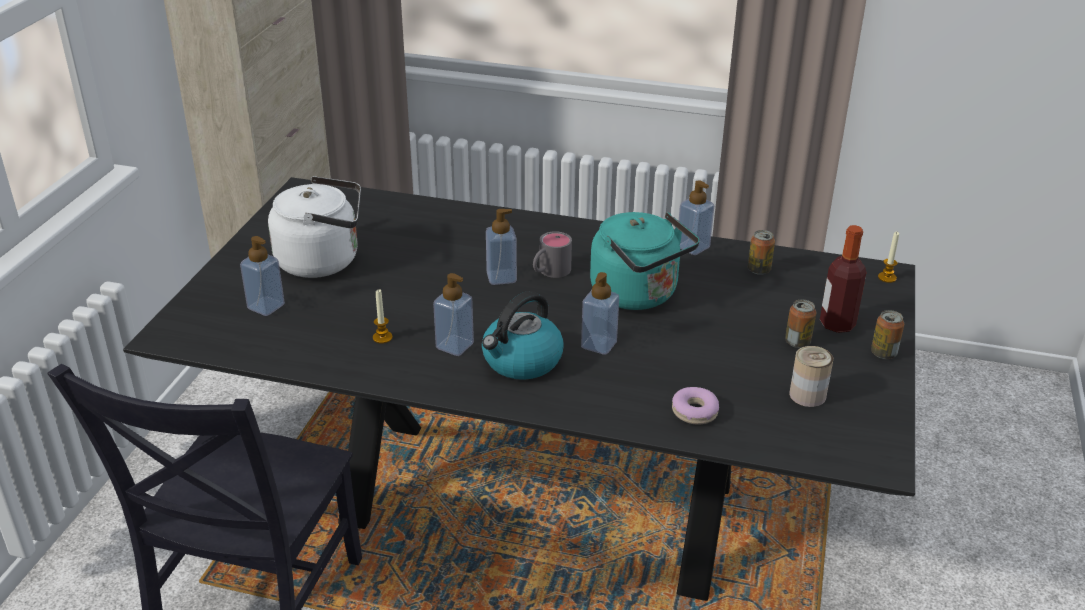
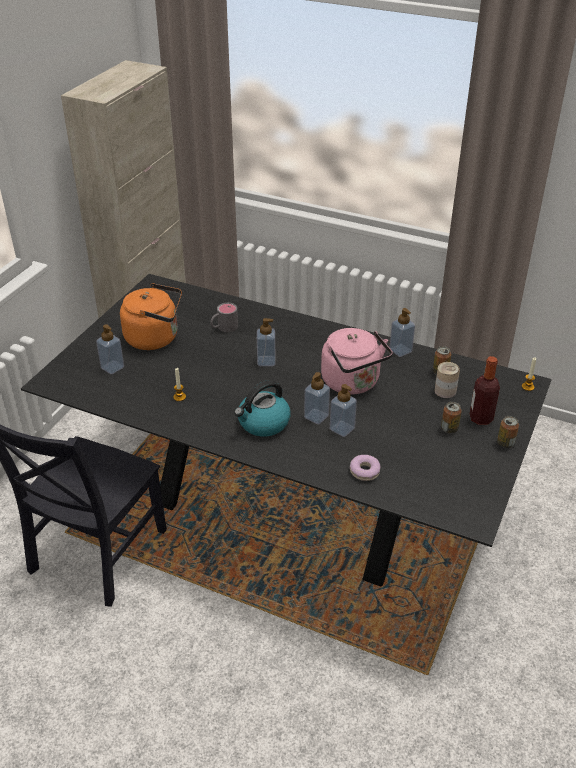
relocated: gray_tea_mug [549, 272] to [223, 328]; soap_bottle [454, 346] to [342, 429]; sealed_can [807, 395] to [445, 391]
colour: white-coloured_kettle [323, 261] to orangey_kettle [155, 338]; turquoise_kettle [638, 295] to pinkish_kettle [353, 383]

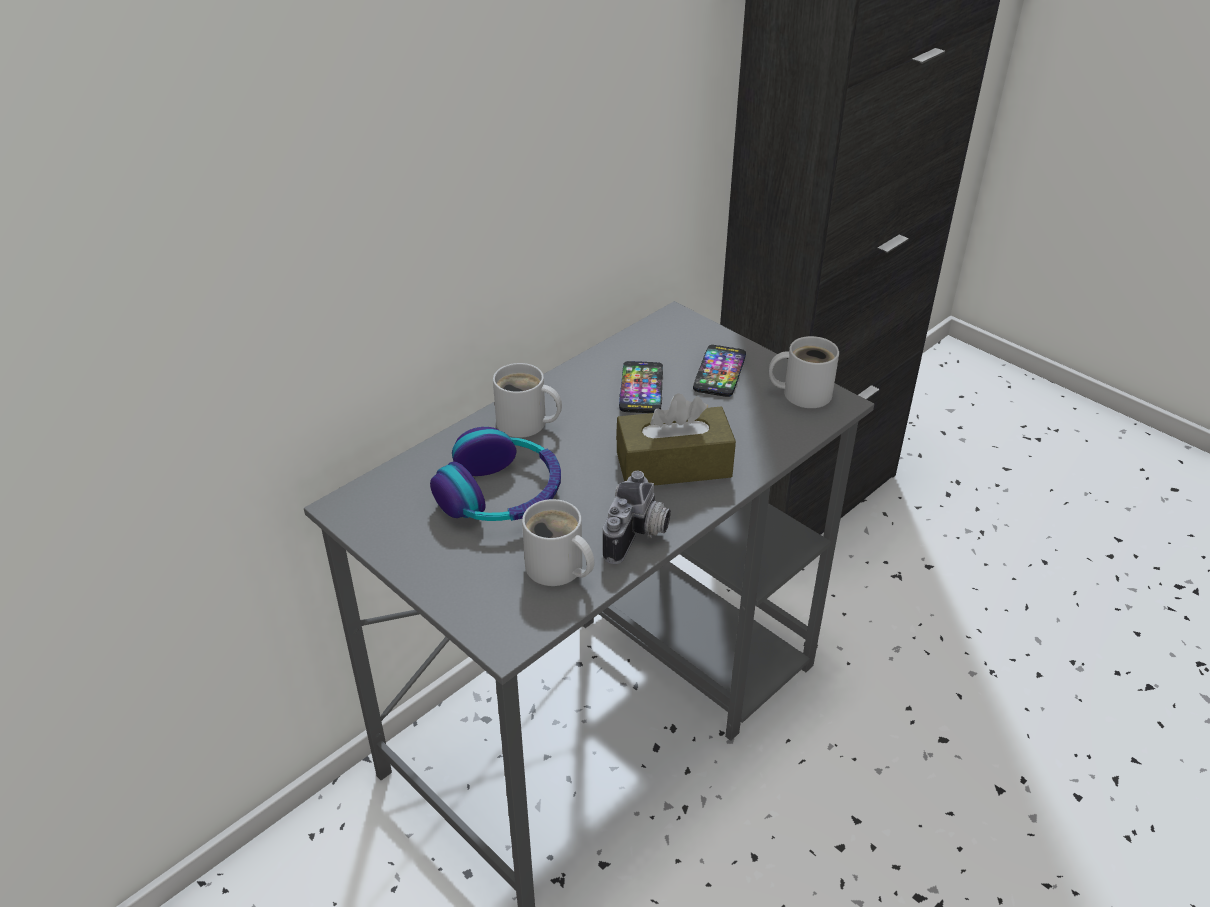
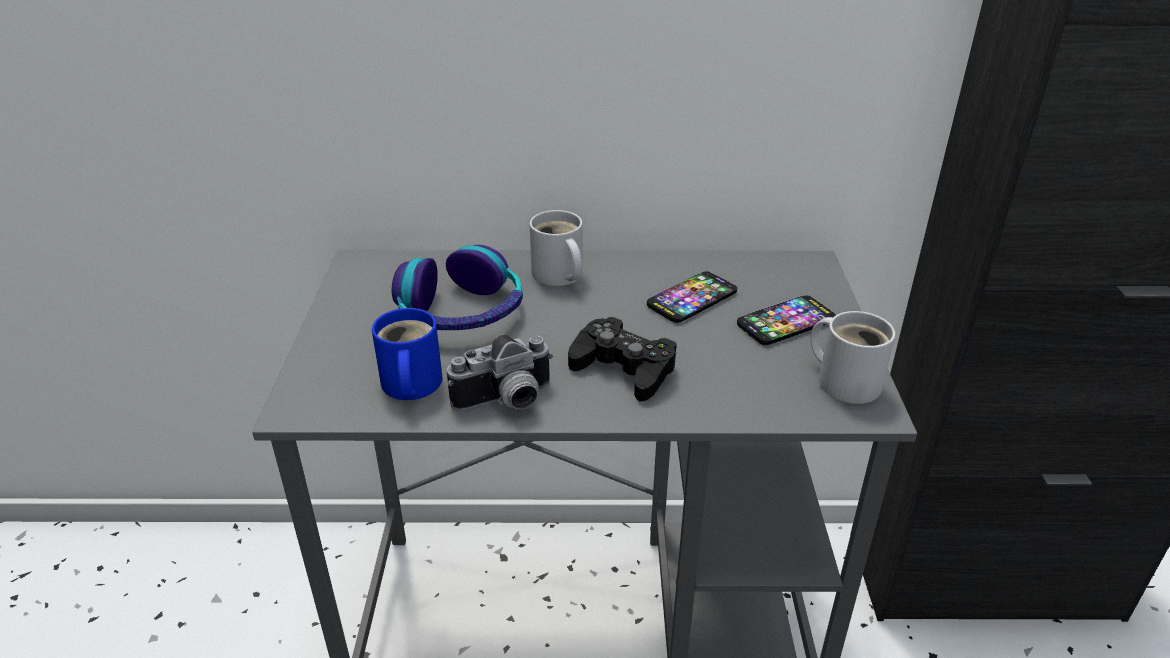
exchanged: brownish_tissue_box [673, 465] to black_game_controller [623, 368]
colour: white-coloured_tea_mug [557, 570] to blue-coloured_tea_mug [409, 385]

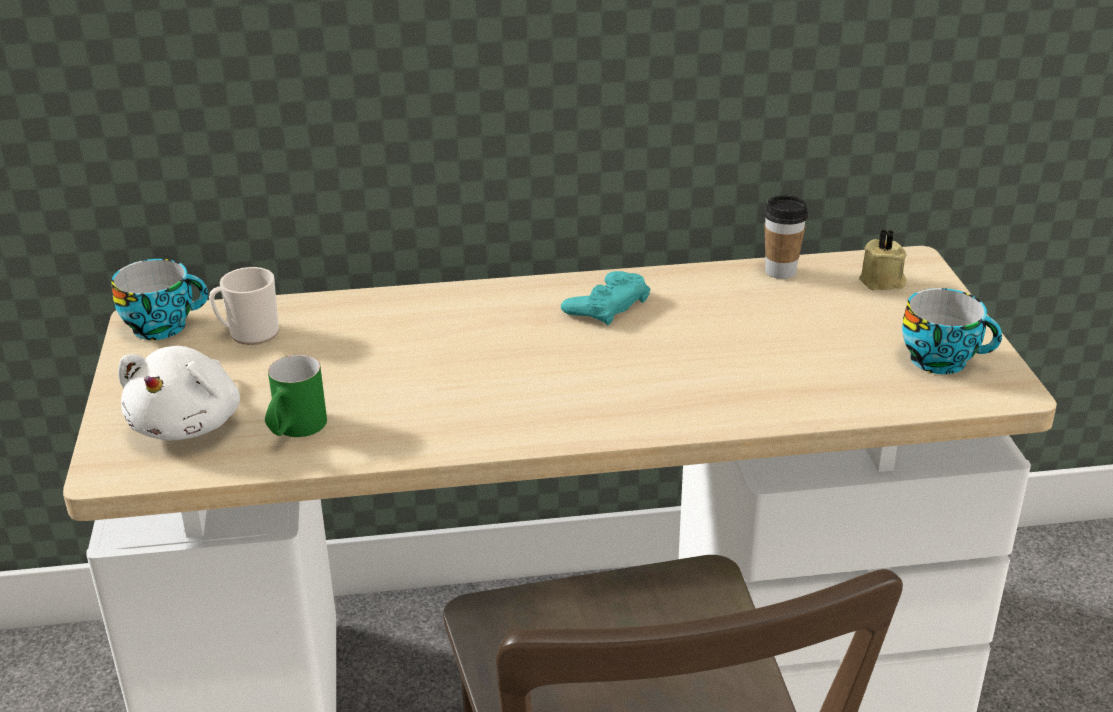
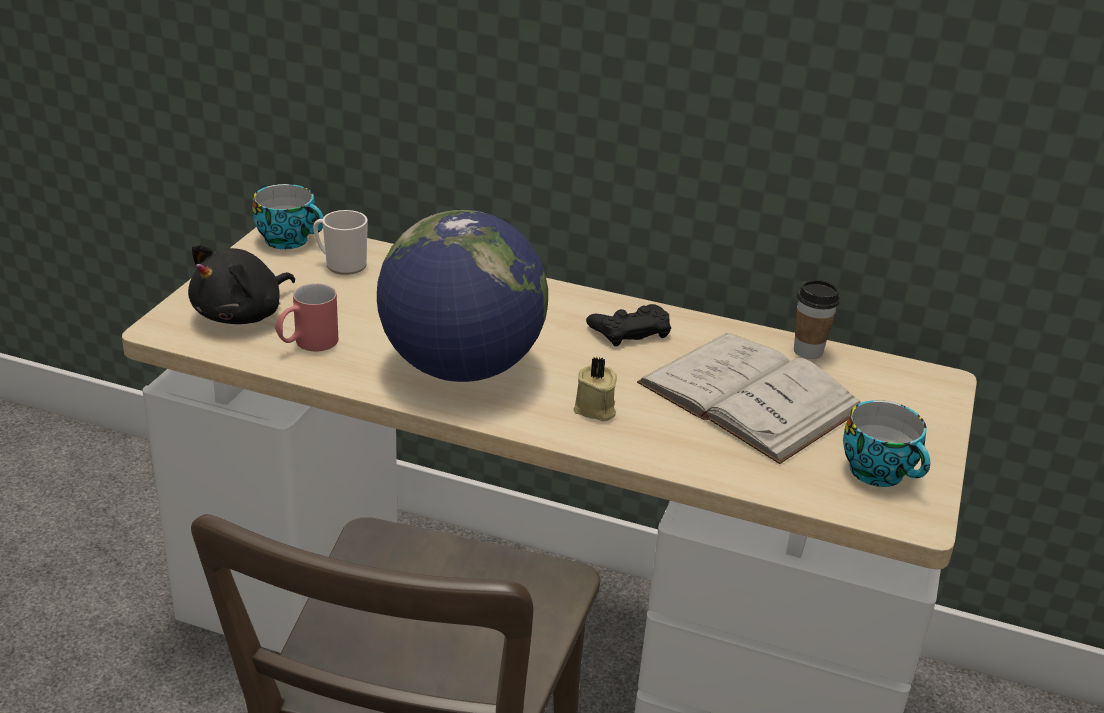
appeared: desk_globe [461, 368]; white-coloured_volume [750, 396]
relocated: beige_wax_light [882, 282] to [595, 409]
colour: turquoise_game_controller [607, 305] to black_game_controller [630, 330]; white-coloured_soft_toy [189, 424] to black_soft_toy [242, 314]; green-coloured_tea_mug [294, 430] to red_tea_mug [307, 344]

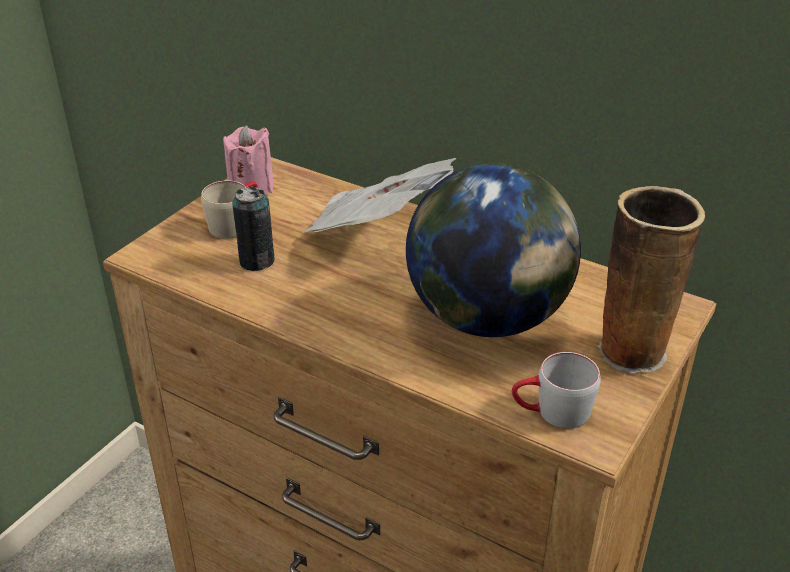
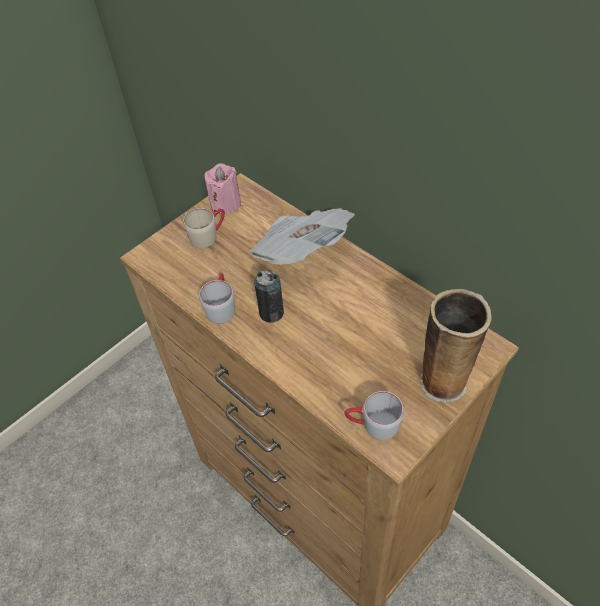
missing: desk_globe [488, 318]
appeared: gray_tea_mug [221, 306]
relocated: sealed_can [257, 261] to [271, 313]

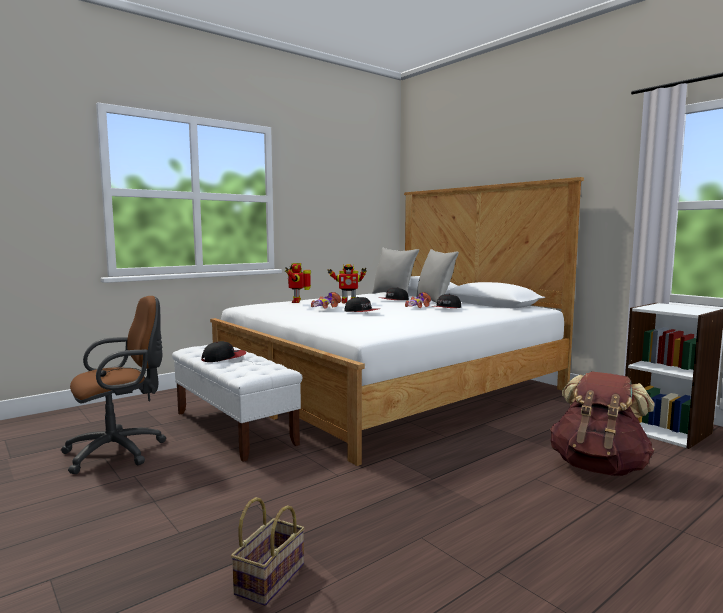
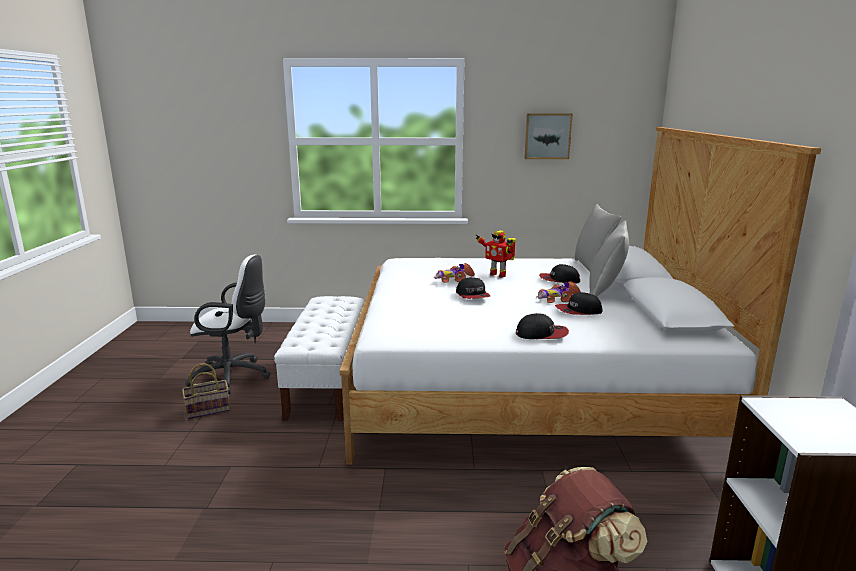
missing: robot_figure [297, 302]
appeared: picture [547, 136]
relocated: cap [224, 358] to [542, 334]; basket [270, 577] to [209, 409]
colour: brownish_desk_chair [120, 451] to white-coloured_desk_chair [234, 376]

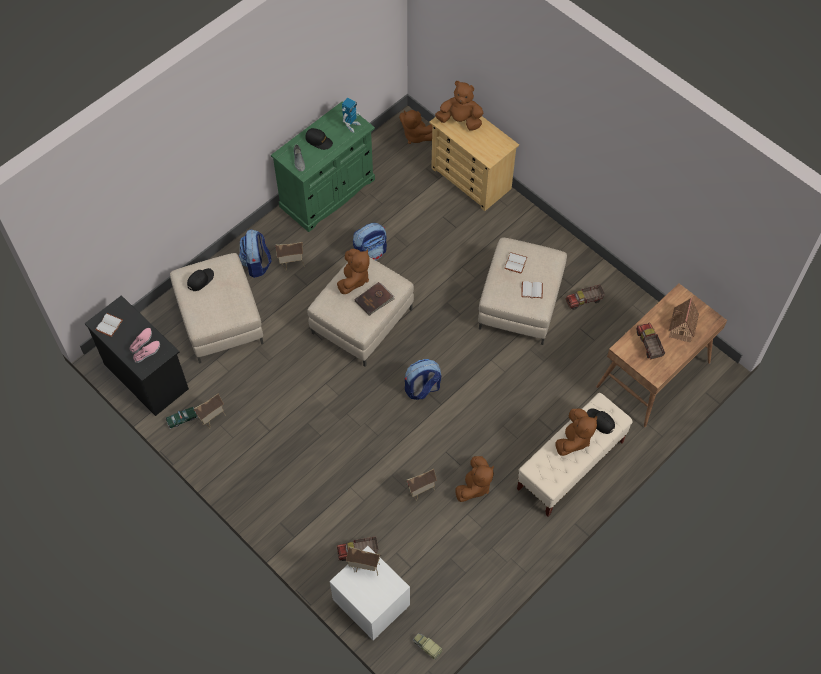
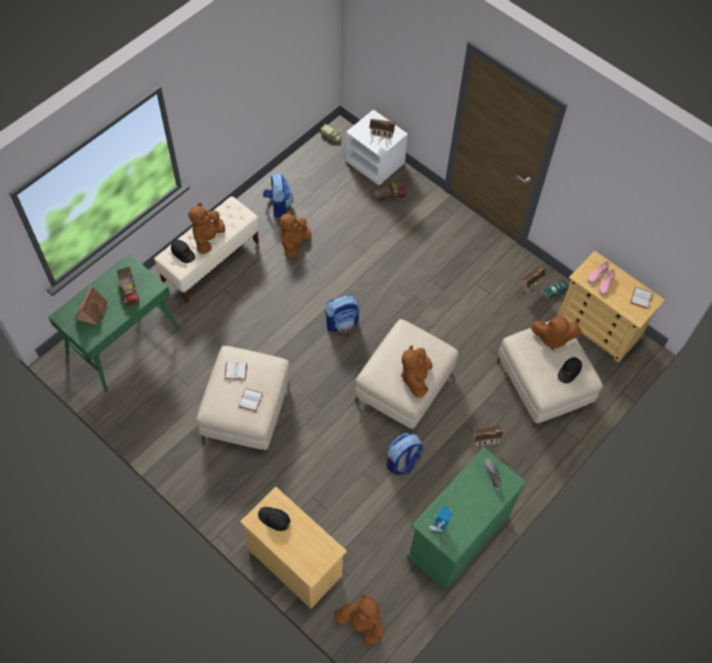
missing: brownish_volume [374, 300]; toy_lorry [584, 301]; toy_house [421, 492]
relocated: brownish_soft_toy [460, 121] to [552, 338]; black_cap [319, 141] to [274, 519]; rucksack [256, 264] to [278, 205]
colour: brownish_desk_unit [653, 375] to green-coloured_desk_unit [124, 341]; black_chest_of_drawers [146, 376] to beige_chest_of_drawers [599, 327]

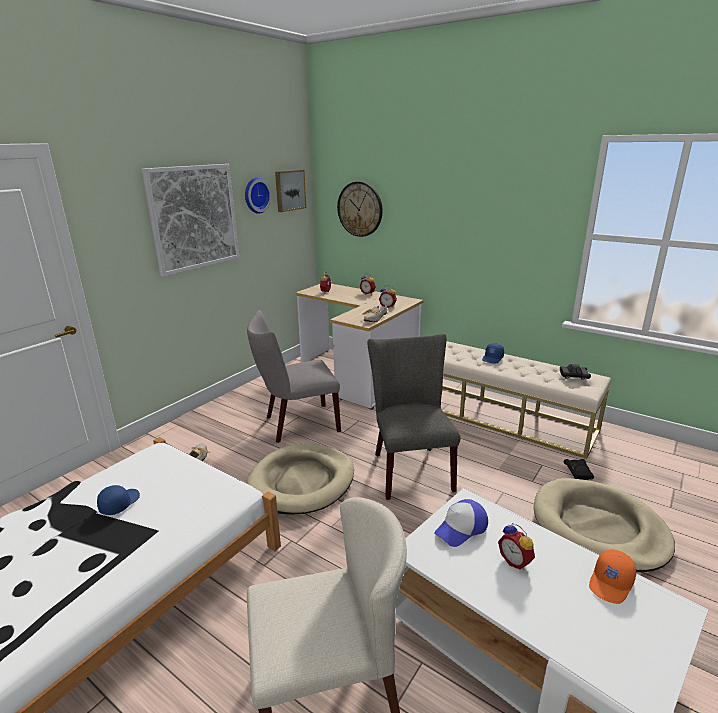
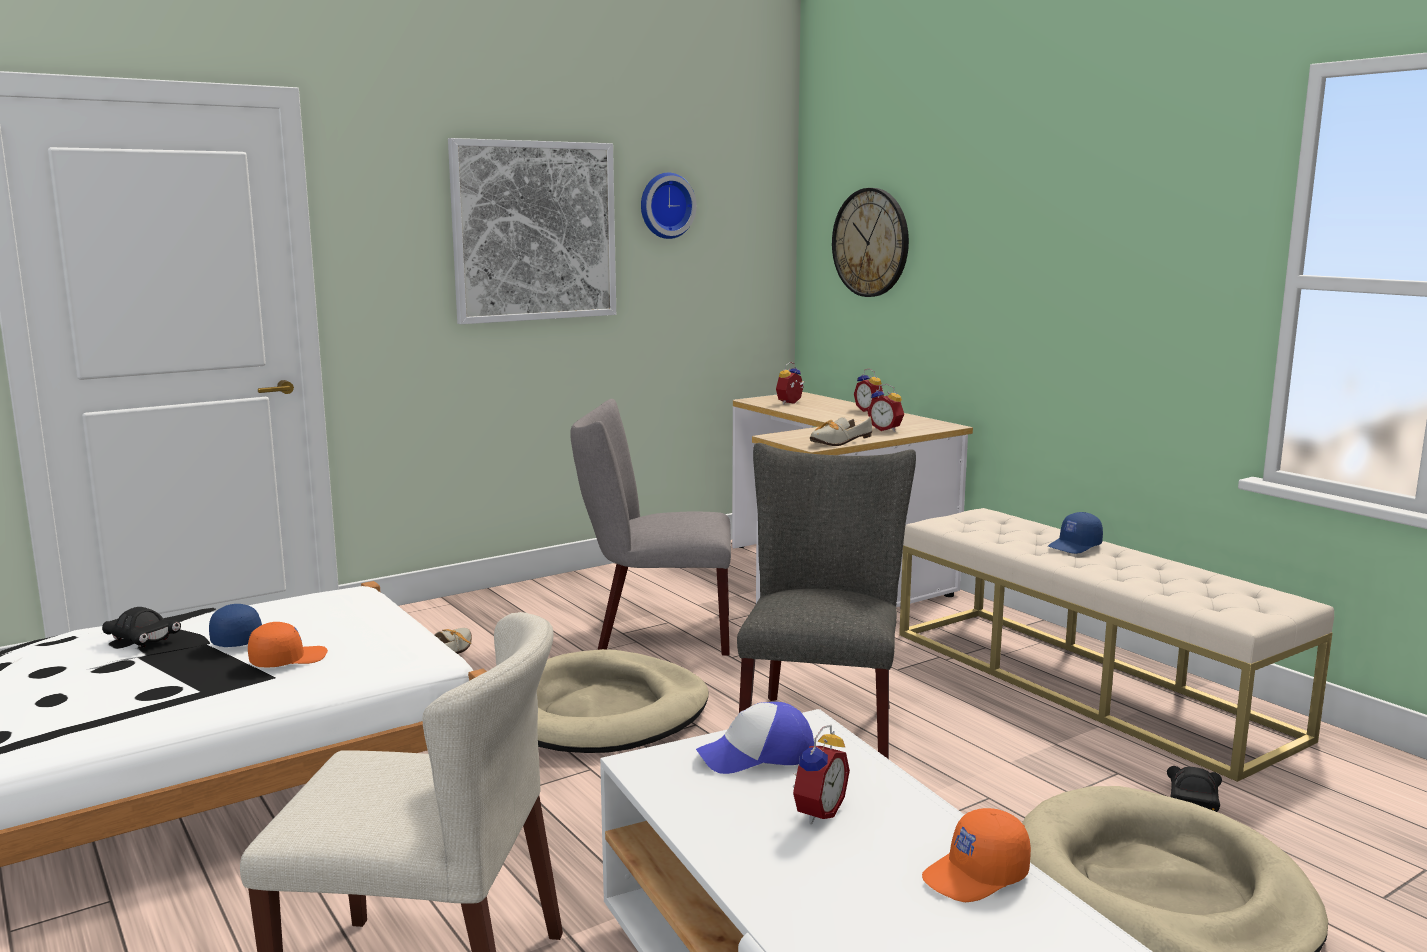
missing: picture [289, 190]
appeared: orangey_cap [288, 659]
relocated: black_model_car [573, 377] to [142, 640]
spun: bedside_clock [516, 561] = [816, 812] 135 degrees counterclockwise

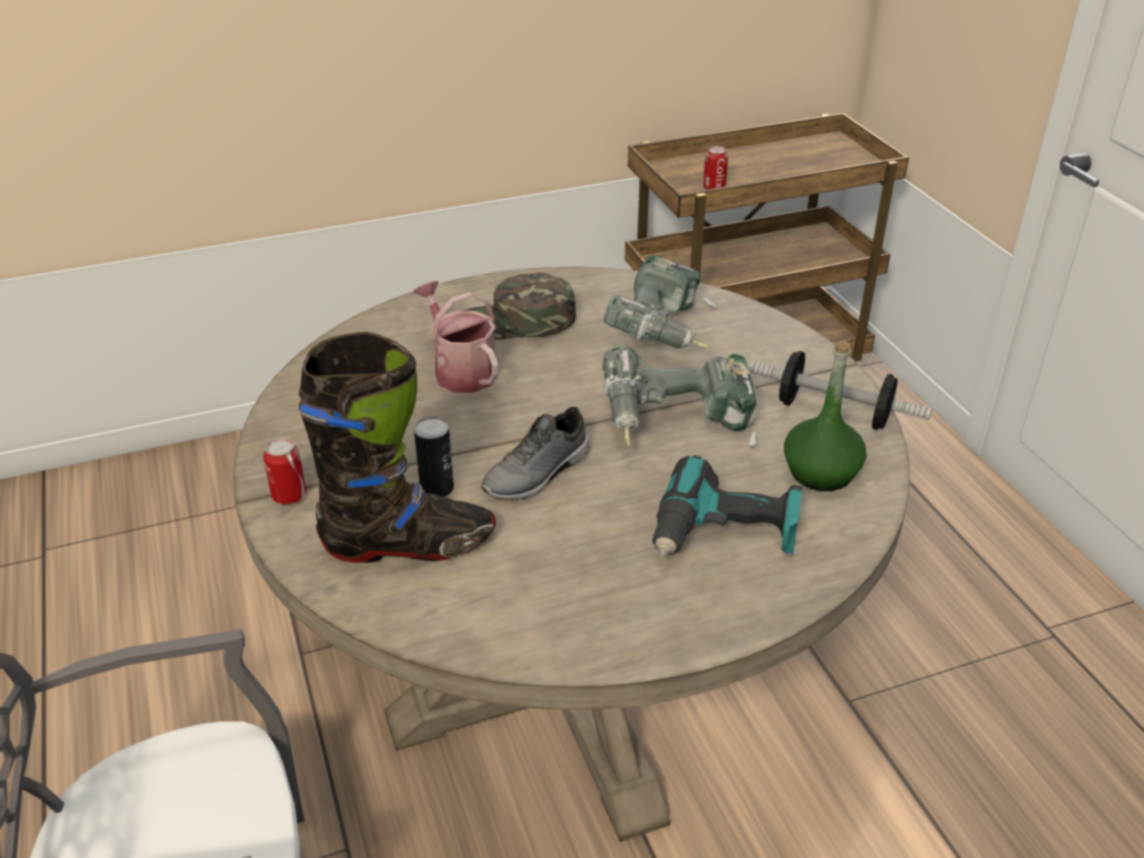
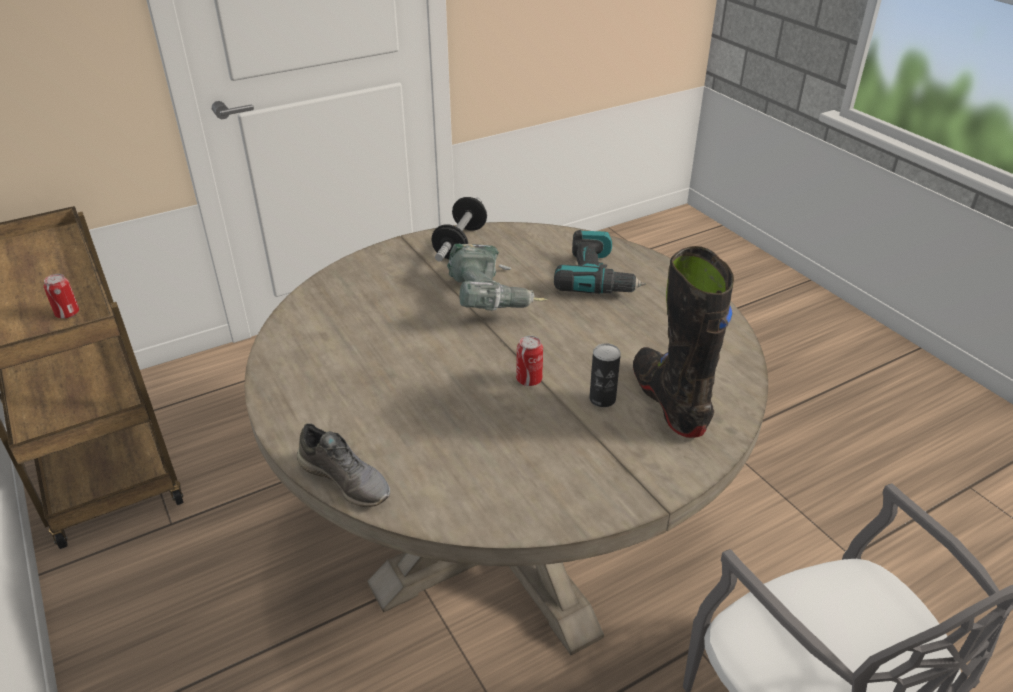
missing: drill [665, 332]; green-coloured_cap [516, 322]; watering_pot [461, 370]; green-coloured_drink_bottle [821, 473]
relocated: gray_low_shoe [538, 474] to [346, 479]; sealed_can [289, 495] to [529, 379]

